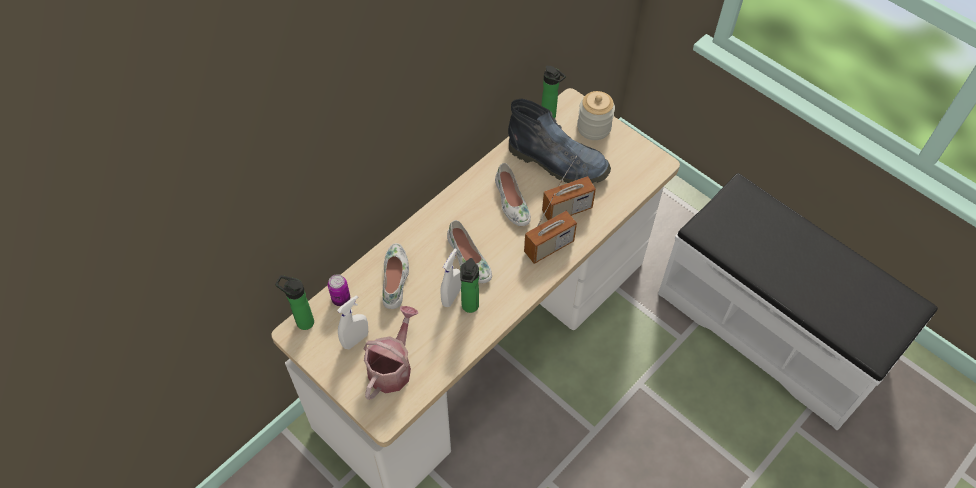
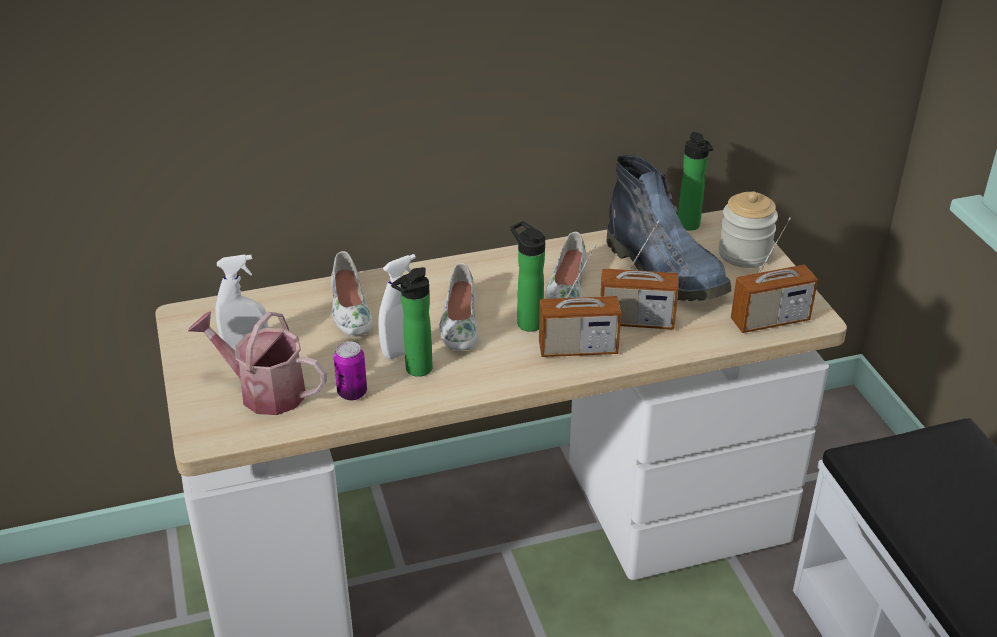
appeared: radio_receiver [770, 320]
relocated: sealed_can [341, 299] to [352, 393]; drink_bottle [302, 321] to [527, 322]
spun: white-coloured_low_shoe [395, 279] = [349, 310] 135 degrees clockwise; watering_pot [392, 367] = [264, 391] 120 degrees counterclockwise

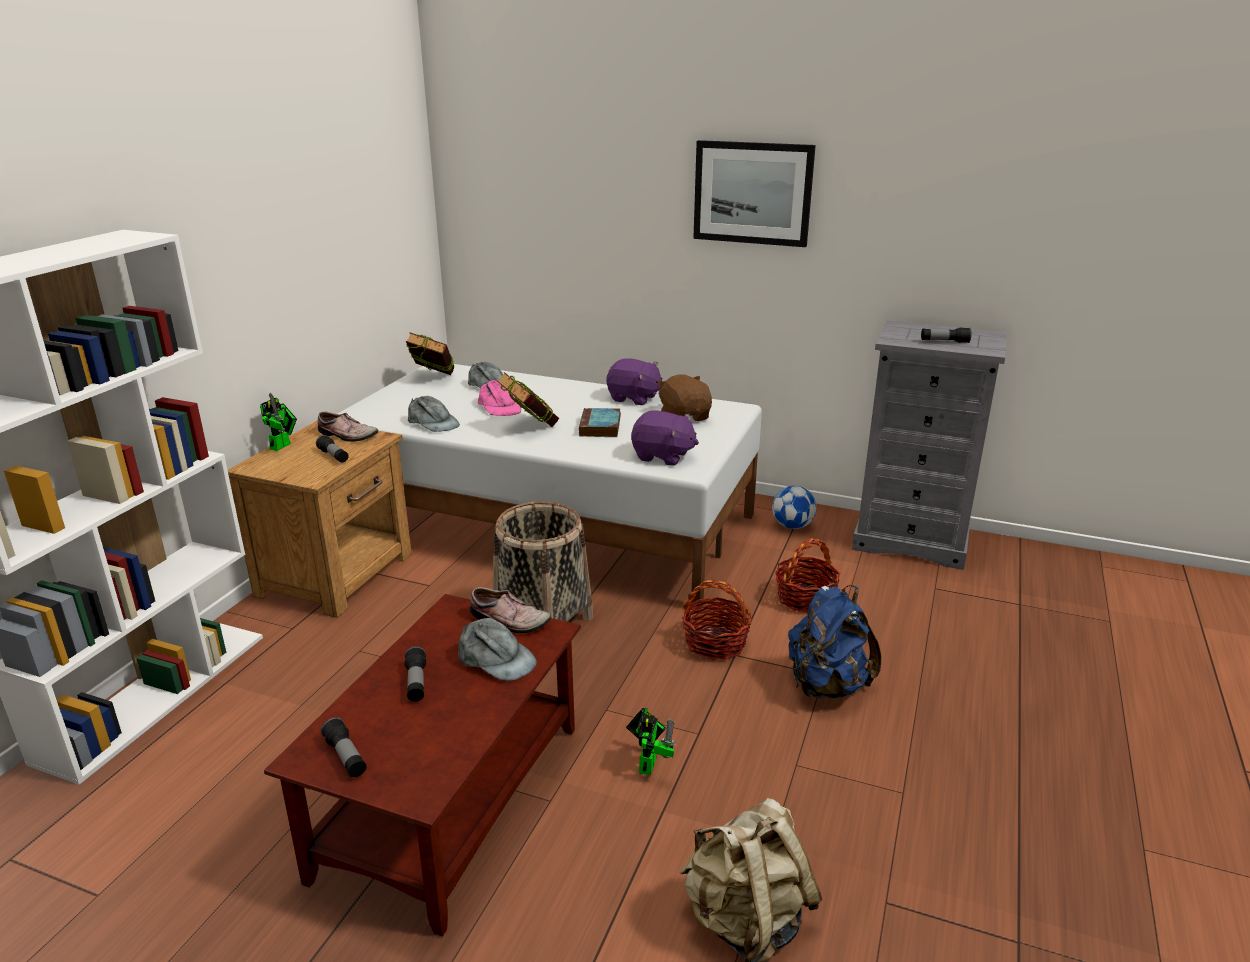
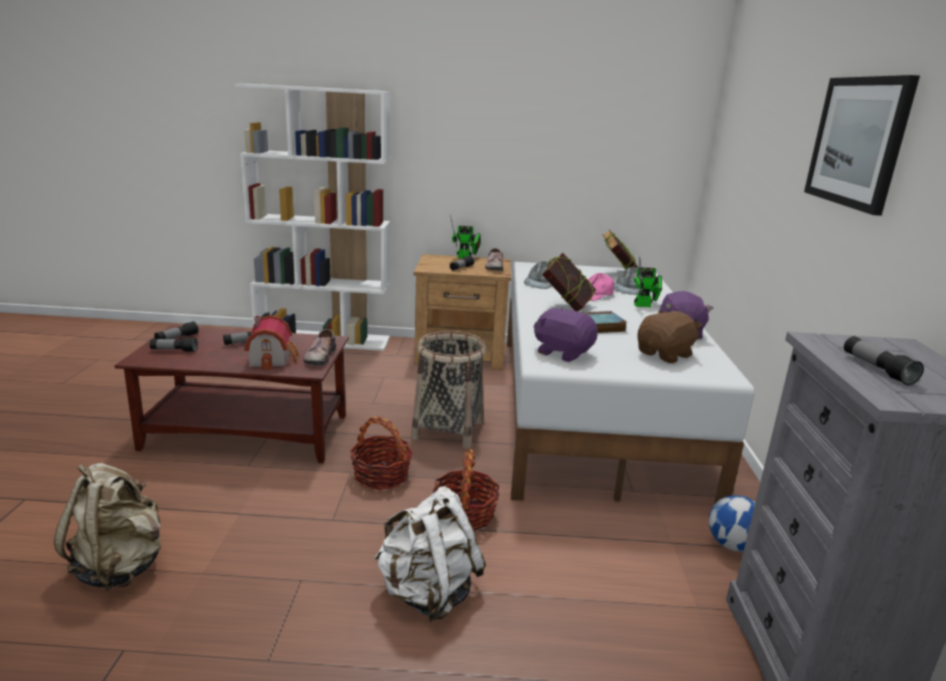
appeared: flashlight [174, 350]
relocated: basket [805, 598] to [381, 476]; robot_figure [648, 762] to [645, 305]
exchanged: gray_cap [496, 659] to toy_house [273, 359]
colour: blue-coloured_rucksack [827, 685] to white-coloured_rucksack [428, 593]
spun: purple_soft_toy [663, 456] = [563, 352] 120 degrees clockwise

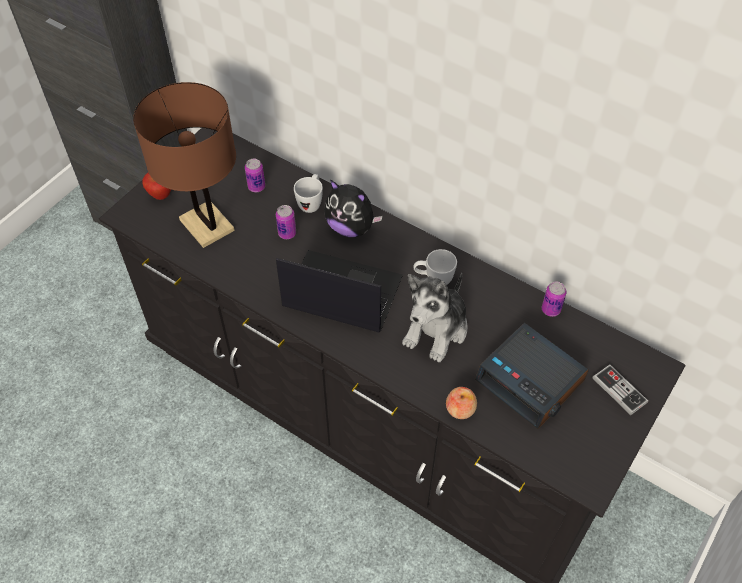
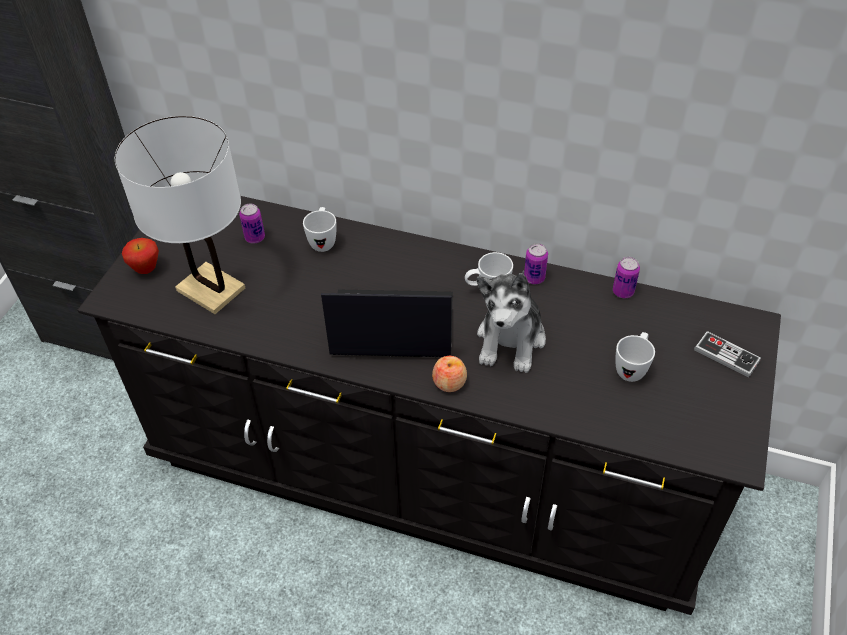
missing: soft_toy [351, 227]
relocated: sealed_can [287, 233] to [534, 278]; apple [460, 409] to [449, 382]
exchanged: bedside_clock [531, 381] to white-coloured_tea_mug [632, 368]
colour: brownish_lamp_for_a_table [206, 225] to white-coloured_lamp_for_a_table [210, 289]

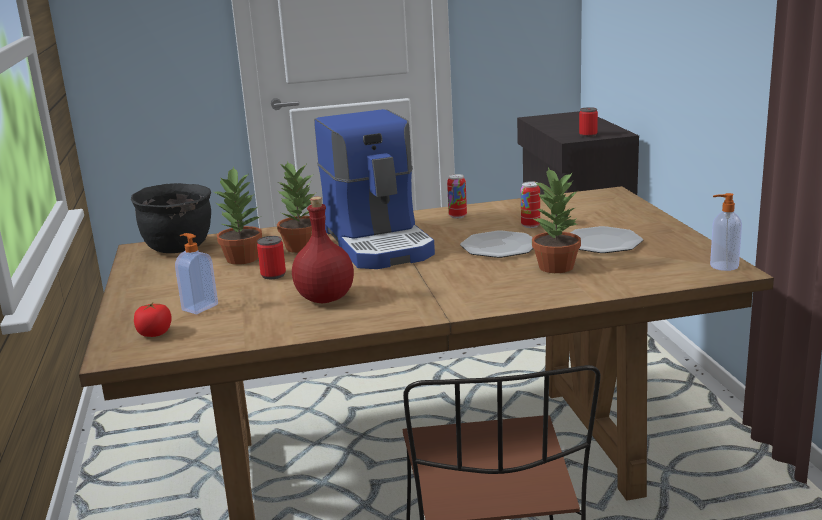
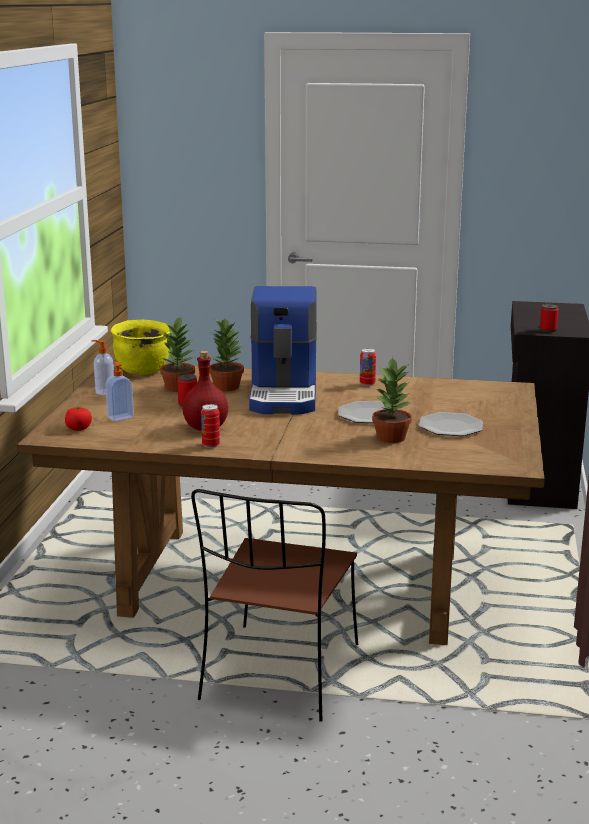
relocated: sealed_can [530, 225] to [211, 445]; soap_bottle [723, 266] to [104, 392]
colour: black_stockpot [179, 247] to yellow-coloured_stockpot [143, 371]

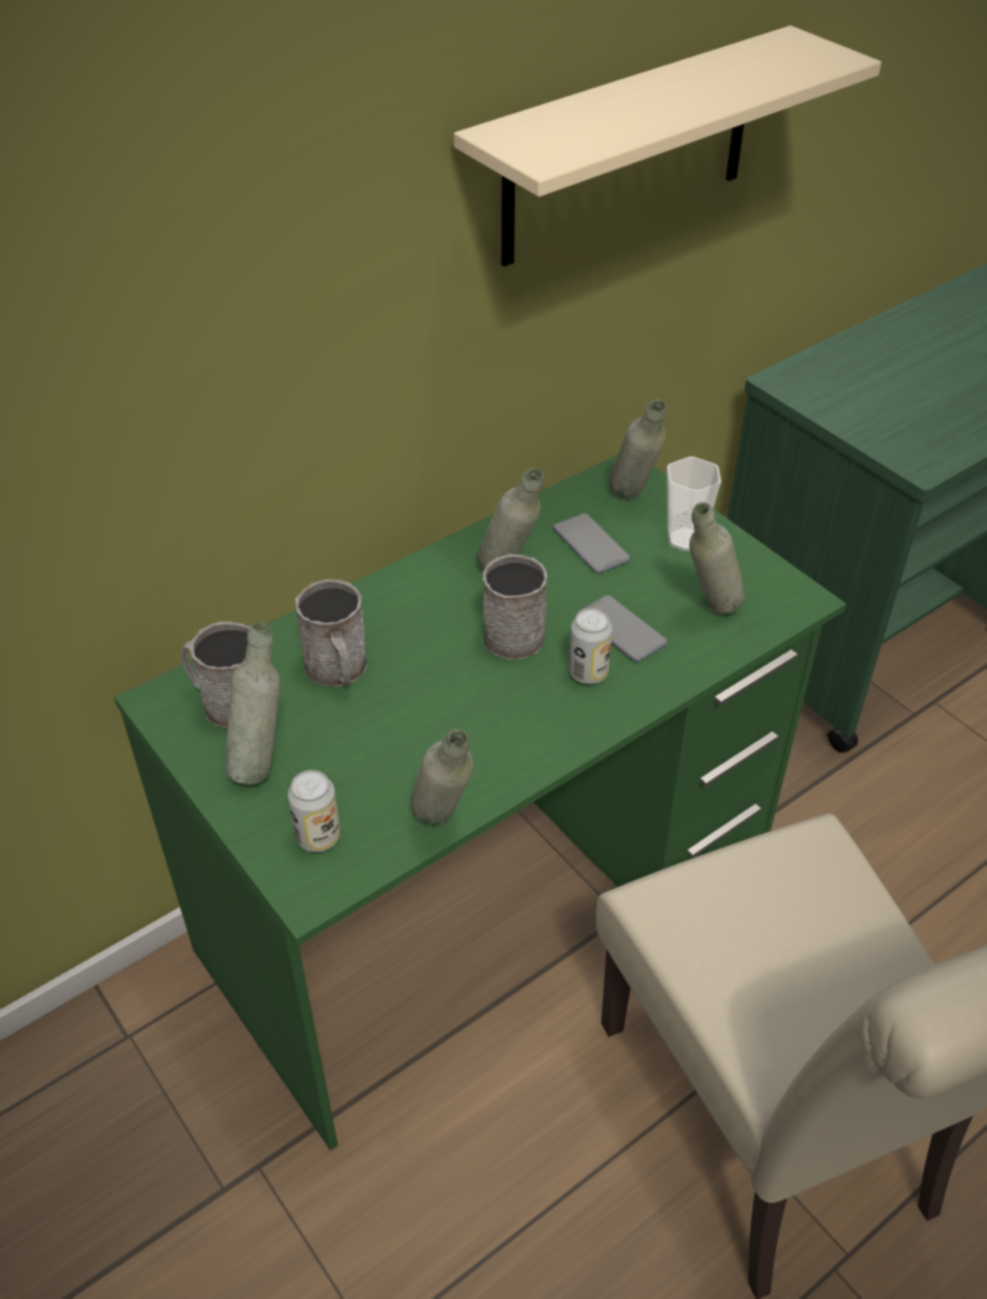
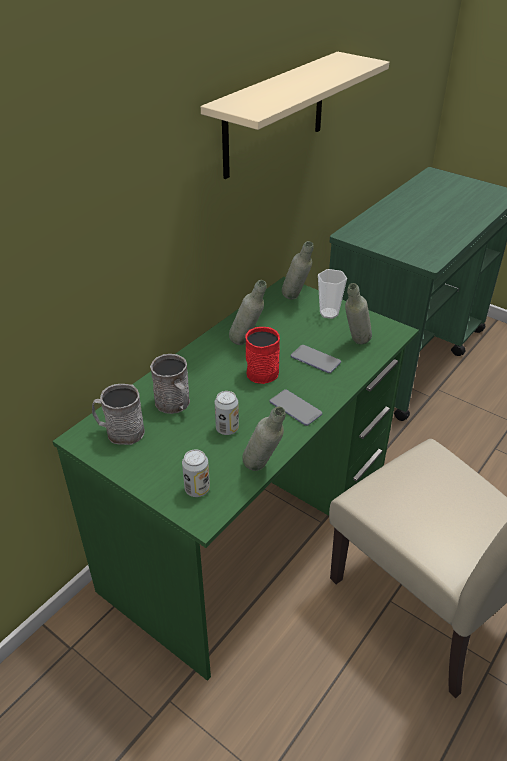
missing: gray_drink_bottle [261, 763]
relocated: telephone [591, 545] to [295, 408]; sealed_can [588, 673] to [227, 429]
colour: gray_tea_mug [518, 631] to red_tea_mug [263, 369]

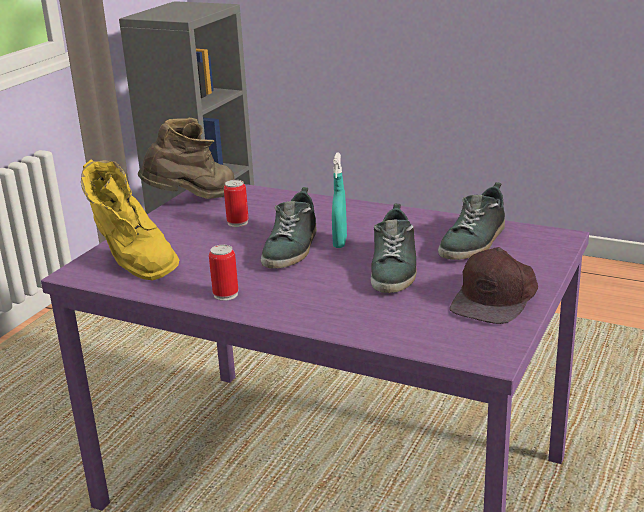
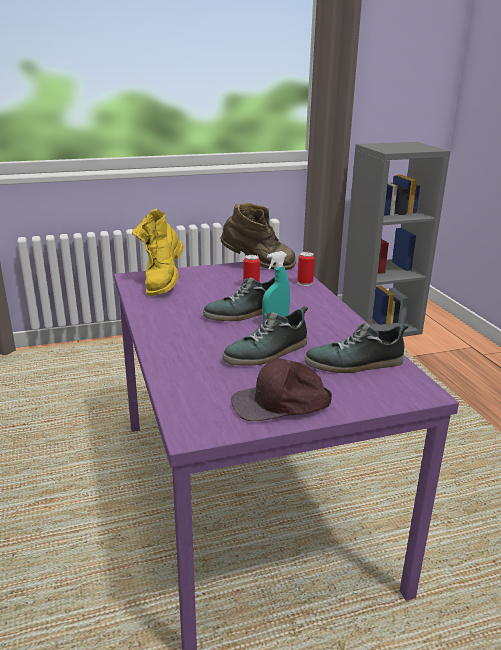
relocated: sealed_can [225, 294] to [305, 283]

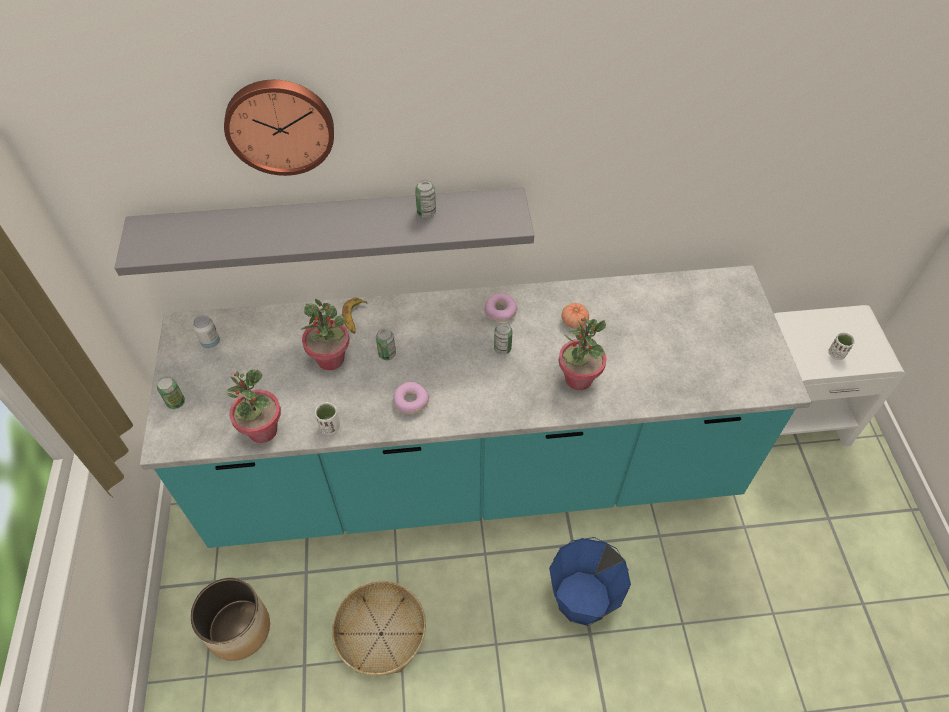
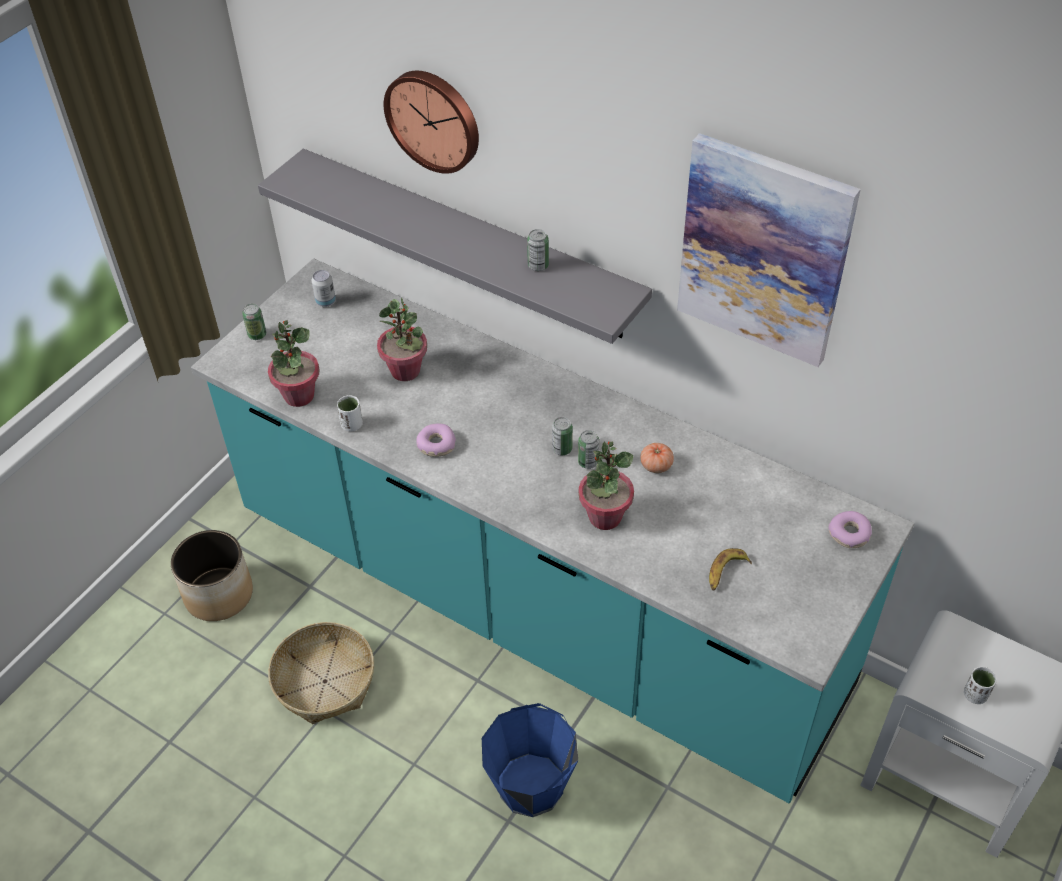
appeared: picture [764, 250]
relocated: doughnut [500, 311] to [849, 534]; banana [354, 318] to [726, 573]; sealed_can [387, 354] to [588, 462]

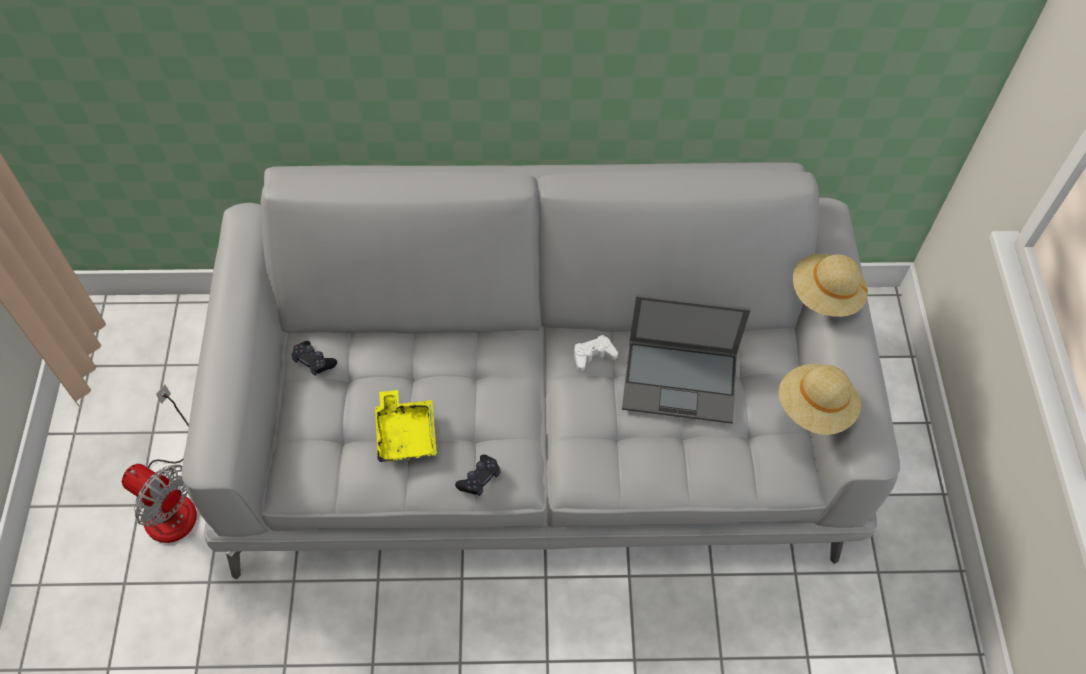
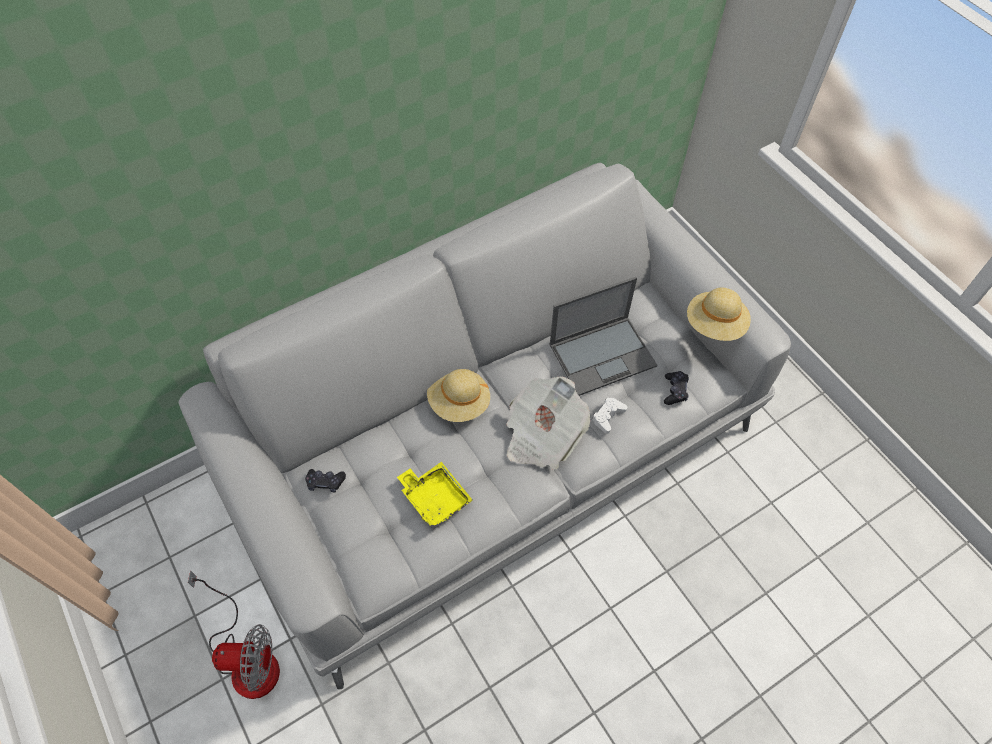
appeared: daily_paper [542, 435]
relocated: beige_wearable_hat [825, 296] to [459, 403]; white-coloured_game_controller [593, 355] to [608, 416]; black_game_controller [479, 479] to [675, 391]

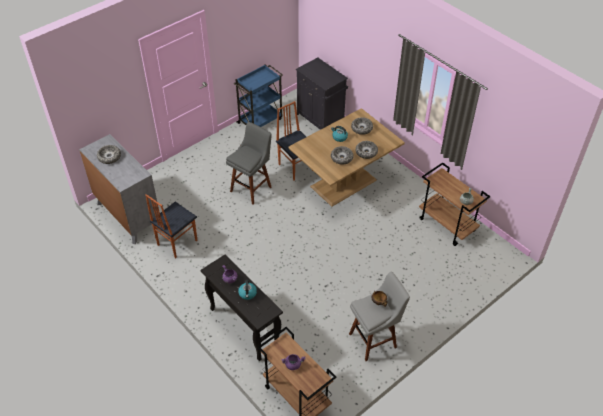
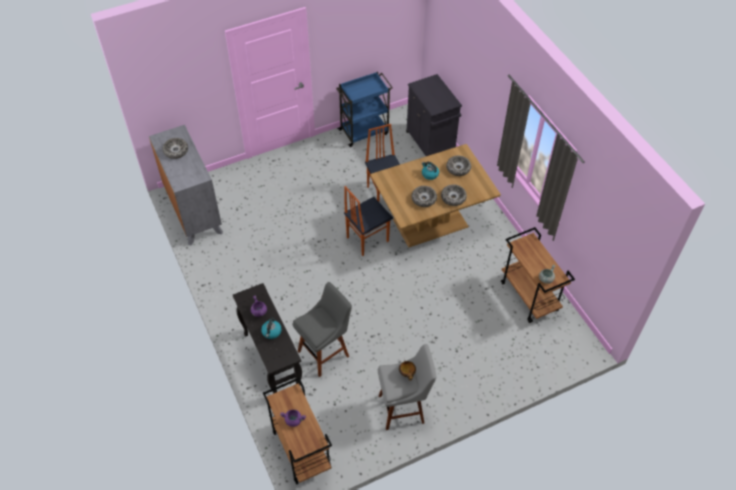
relocated: gray_sitting_stool [252, 188] to [325, 352]; upright_chair [176, 242] to [367, 239]

